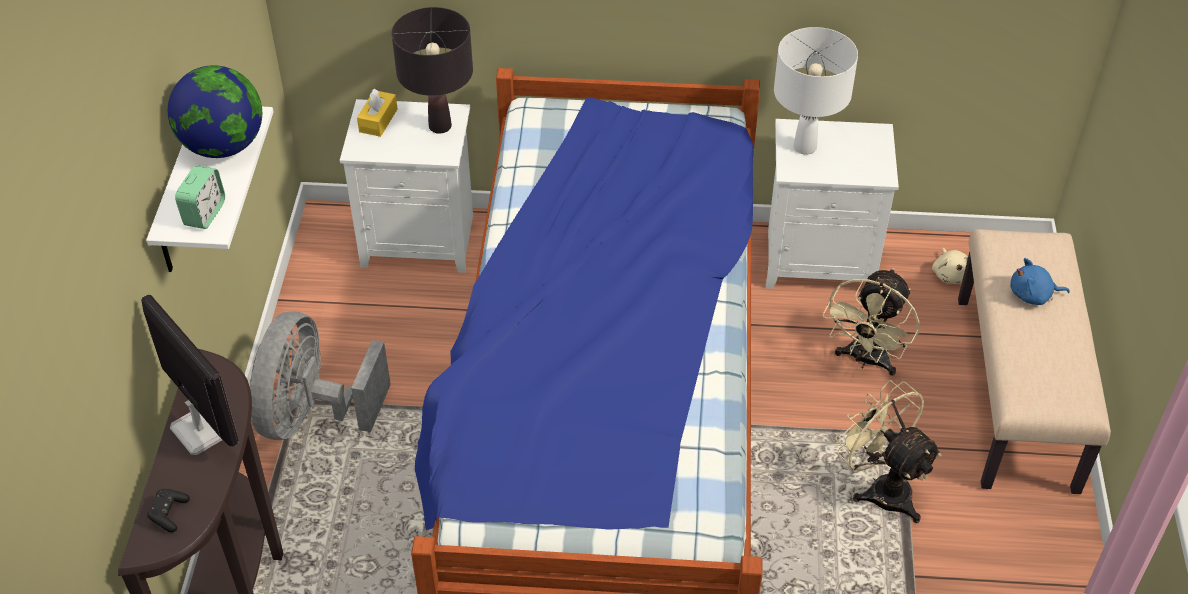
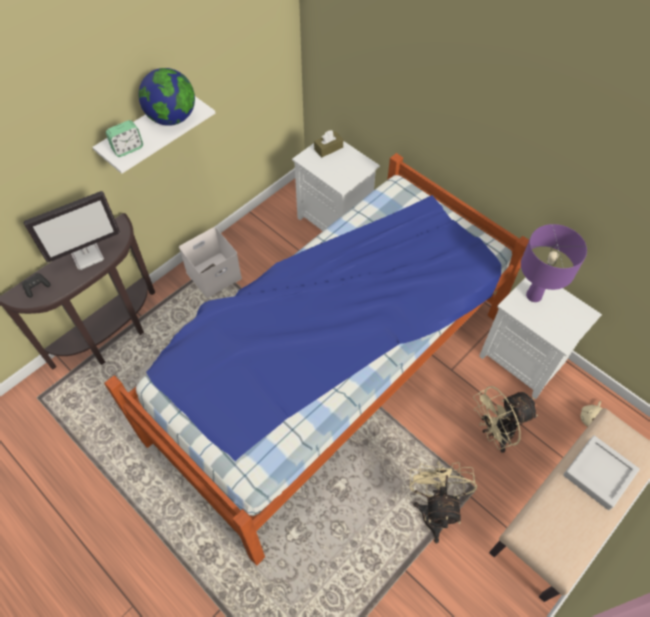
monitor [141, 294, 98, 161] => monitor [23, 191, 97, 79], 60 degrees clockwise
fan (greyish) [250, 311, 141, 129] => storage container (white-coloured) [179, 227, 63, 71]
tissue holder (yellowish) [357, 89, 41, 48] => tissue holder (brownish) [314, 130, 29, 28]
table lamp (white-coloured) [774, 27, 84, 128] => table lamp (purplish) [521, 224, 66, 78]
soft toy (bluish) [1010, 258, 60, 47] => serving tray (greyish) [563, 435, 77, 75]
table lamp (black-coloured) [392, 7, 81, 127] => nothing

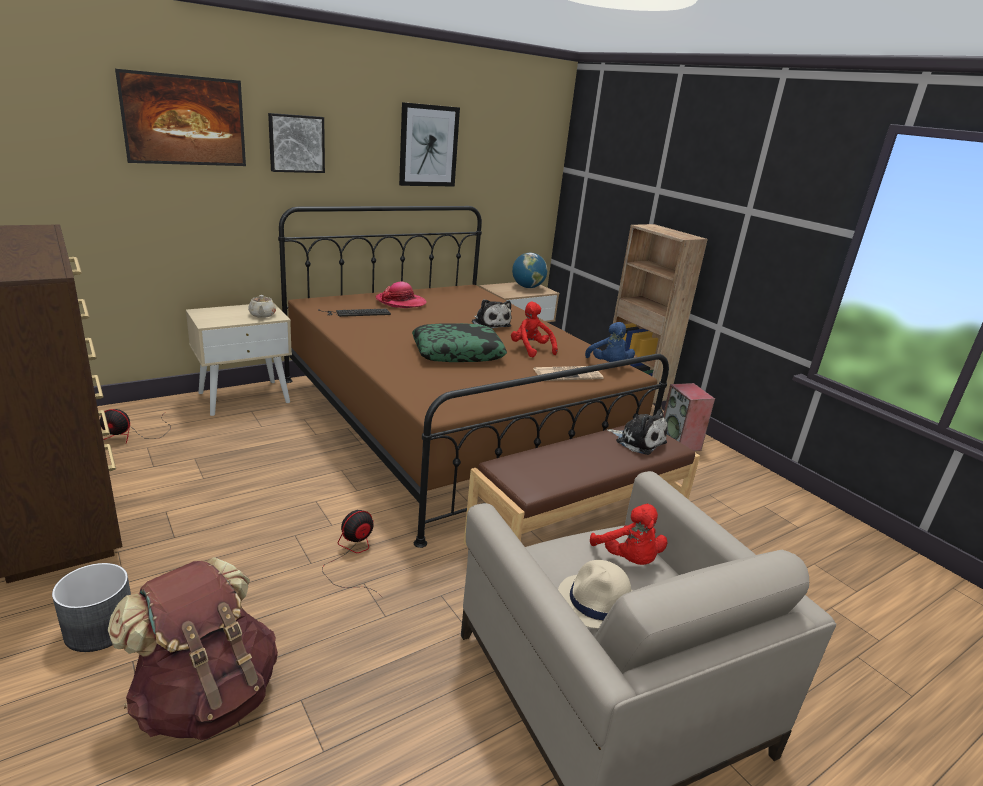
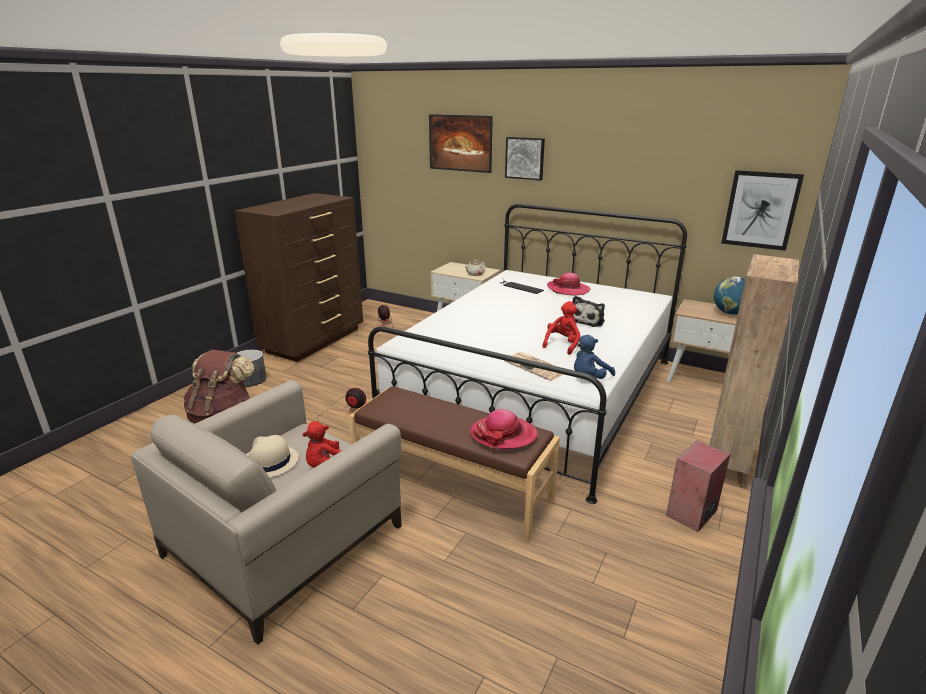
sleeping bed (brownish) [278, 206, 391, 342] => sleeping bed (white-coloured) [368, 204, 319, 300]
soft toy [607, 409, 60, 46] => wearable hat [470, 409, 68, 40]
picture [399, 102, 61, 85] => picture [721, 170, 83, 81], relocated
throw pillow [412, 323, 95, 39] => nothing

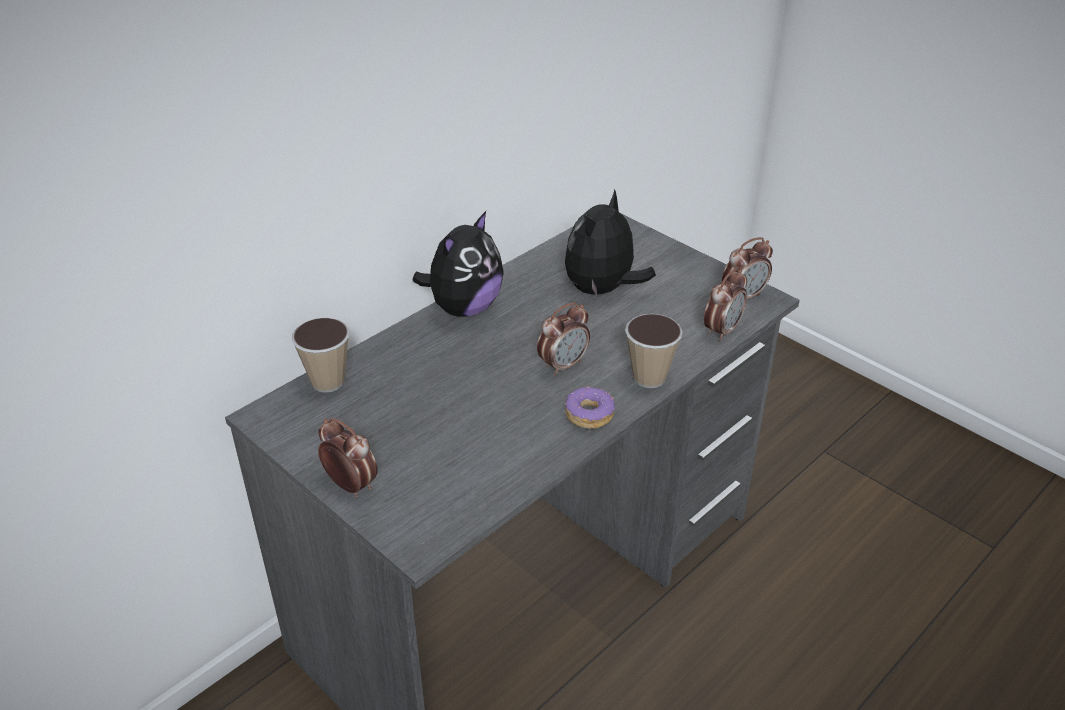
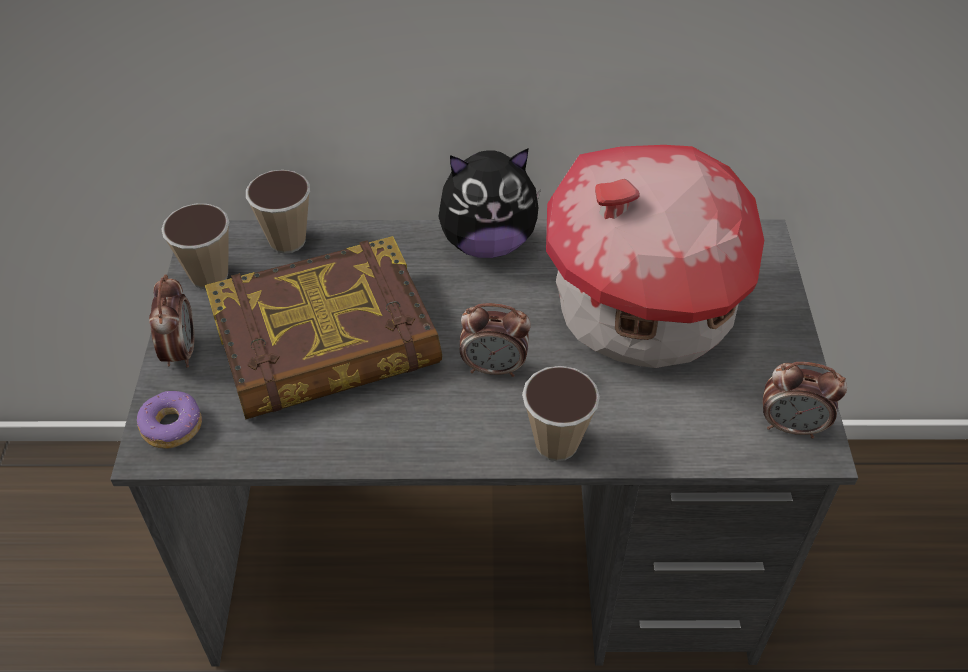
doughnut [565, 387, 50, 42] => doughnut [137, 391, 65, 58], relocated
nothing => cup [161, 204, 68, 85]
nothing => volume [205, 236, 237, 183]
soft toy [565, 189, 91, 109] => model house [546, 145, 218, 223]
table clock [704, 268, 43, 73] => nothing

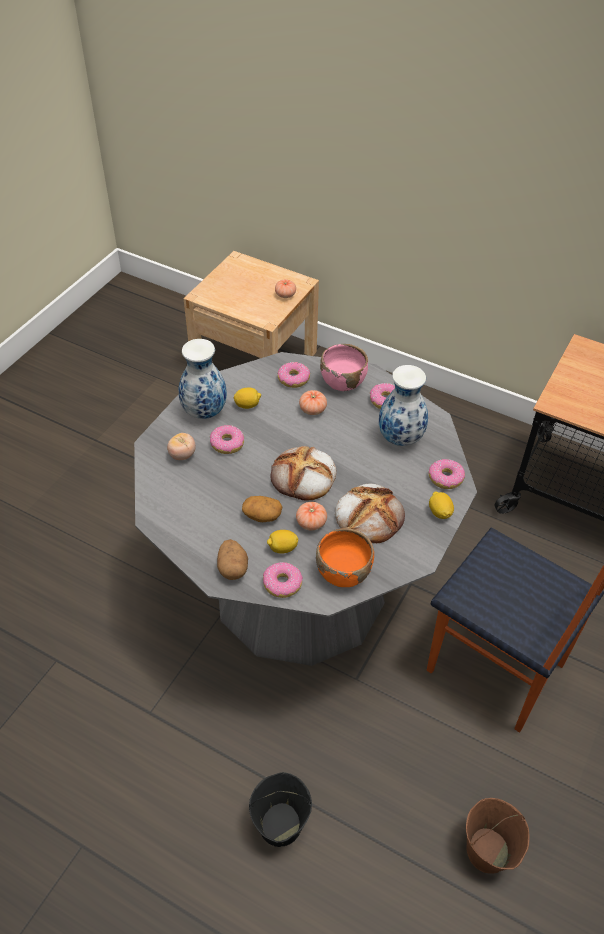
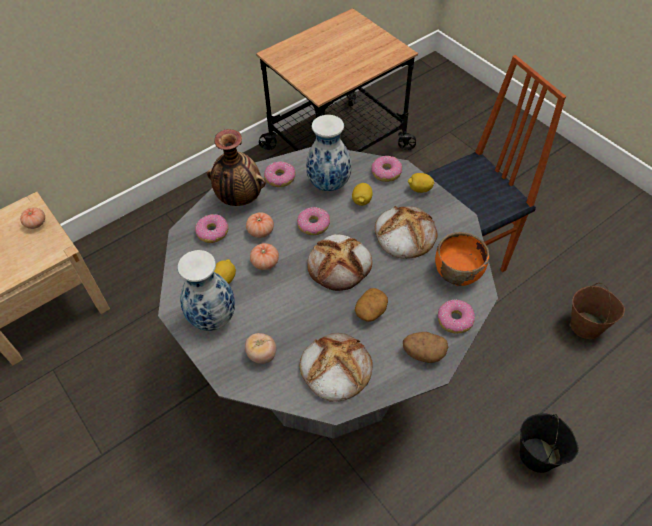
serving bowl (pink-coloured) [320, 344, 48, 47] => flower vase [207, 129, 59, 77]
tomato [296, 502, 31, 29] => tomato [250, 243, 29, 27], relocated
doughnut [210, 425, 34, 29] => doughnut [297, 207, 33, 28], relocated
nothing => bakery bread [300, 333, 73, 69]
lemon [267, 530, 32, 23] => lemon [352, 183, 21, 23], relocated

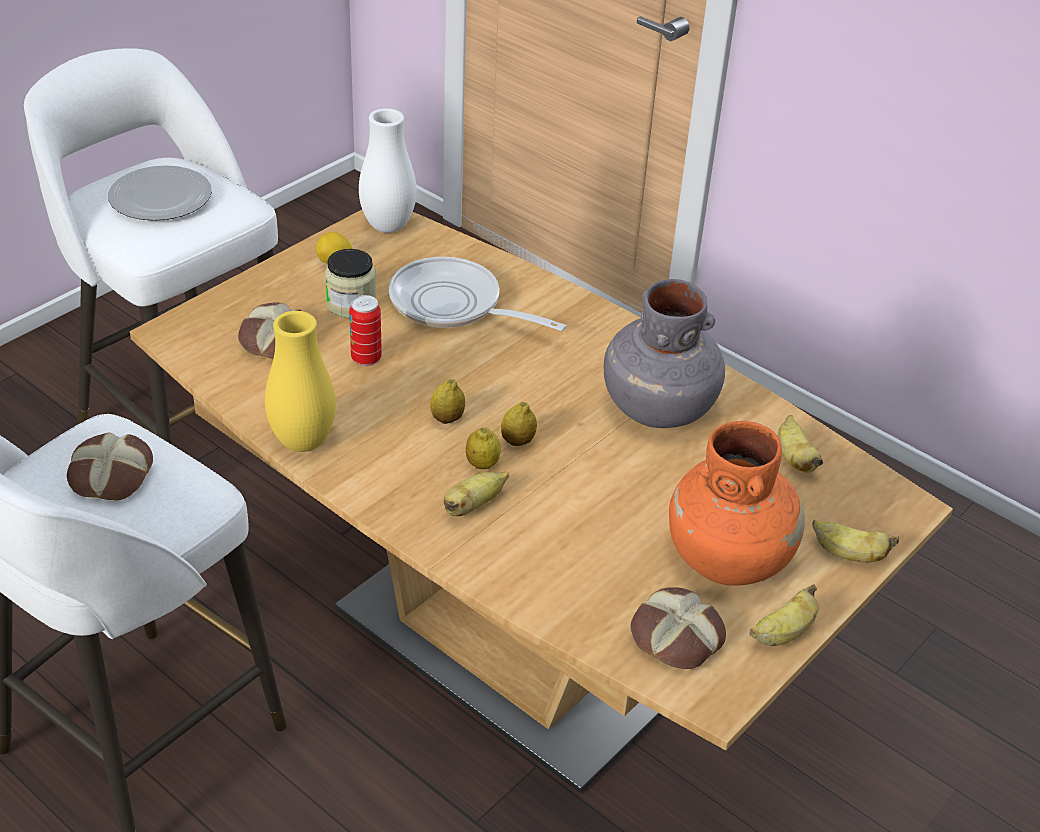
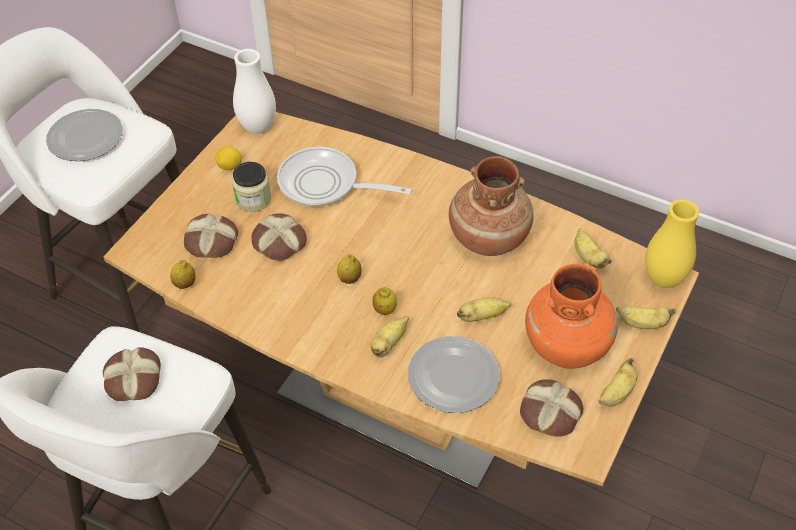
lemon [501, 402, 36, 44] => lemon [170, 260, 25, 29], relocated
sealed can [349, 295, 33, 71] => bakery bread [252, 213, 55, 48]
nothing => dinner plate [408, 336, 92, 77]
flower vase (greyish) [604, 279, 121, 149] => flower vase (brownish) [449, 156, 85, 100]
nothing => banana [457, 297, 54, 25]
flower vase (yellowish) [265, 311, 71, 141] => flower vase (yellowish) [645, 199, 54, 89], relocated

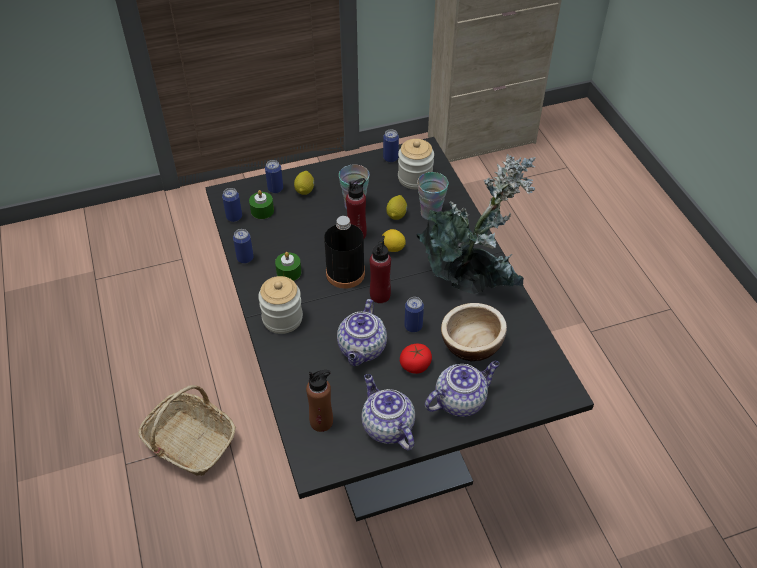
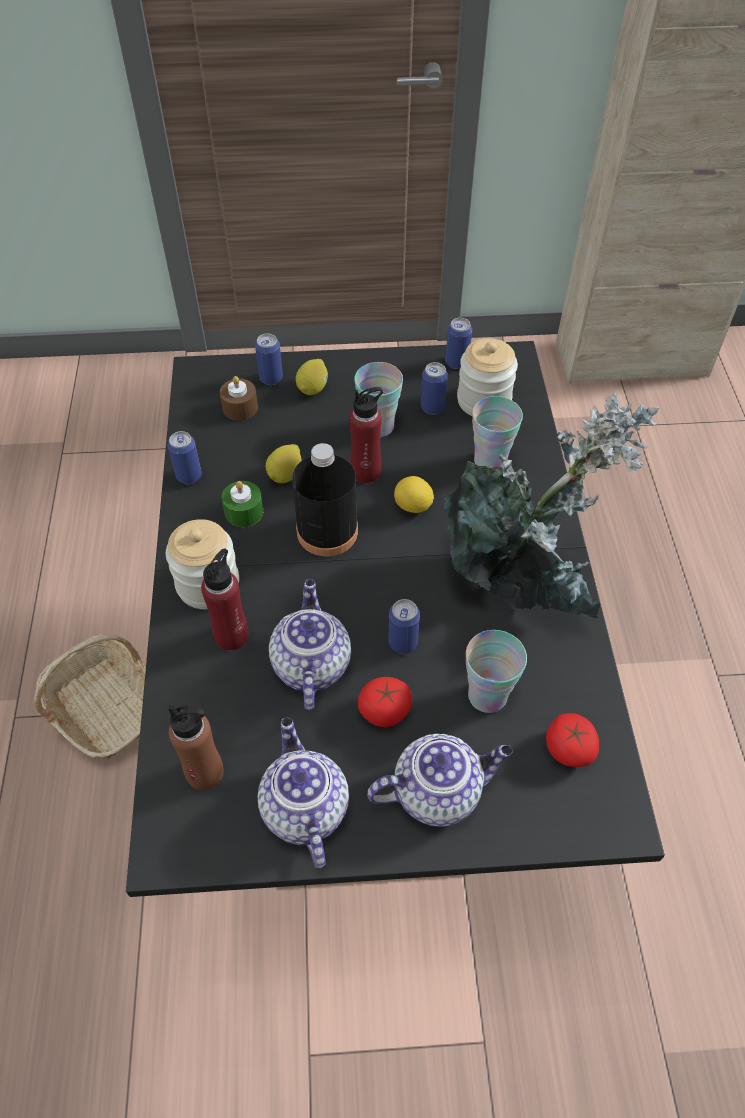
beverage bottle (red-coloured) [370, 236, 21, 67] => beverage bottle (red-coloured) [201, 548, 48, 103], relocated
candle (green-coloured) [249, 190, 25, 29] => candle (brownish) [220, 376, 38, 45]
lemon [386, 195, 21, 25] => lemon [266, 444, 36, 39], relocated
pot for tea [337, 299, 50, 67] => pot for tea [269, 579, 82, 131], 150 degrees clockwise
sealed can [222, 188, 20, 34] => sealed can [421, 362, 27, 53], relocated
serving bowl [441, 303, 66, 58] => cup [466, 630, 61, 83]
nothing => tomato [546, 713, 53, 54]

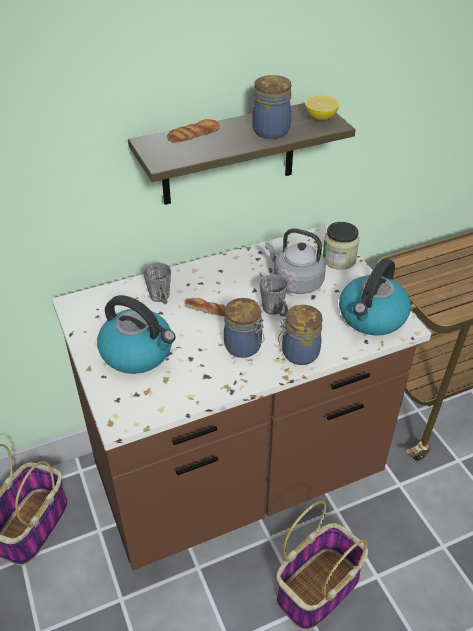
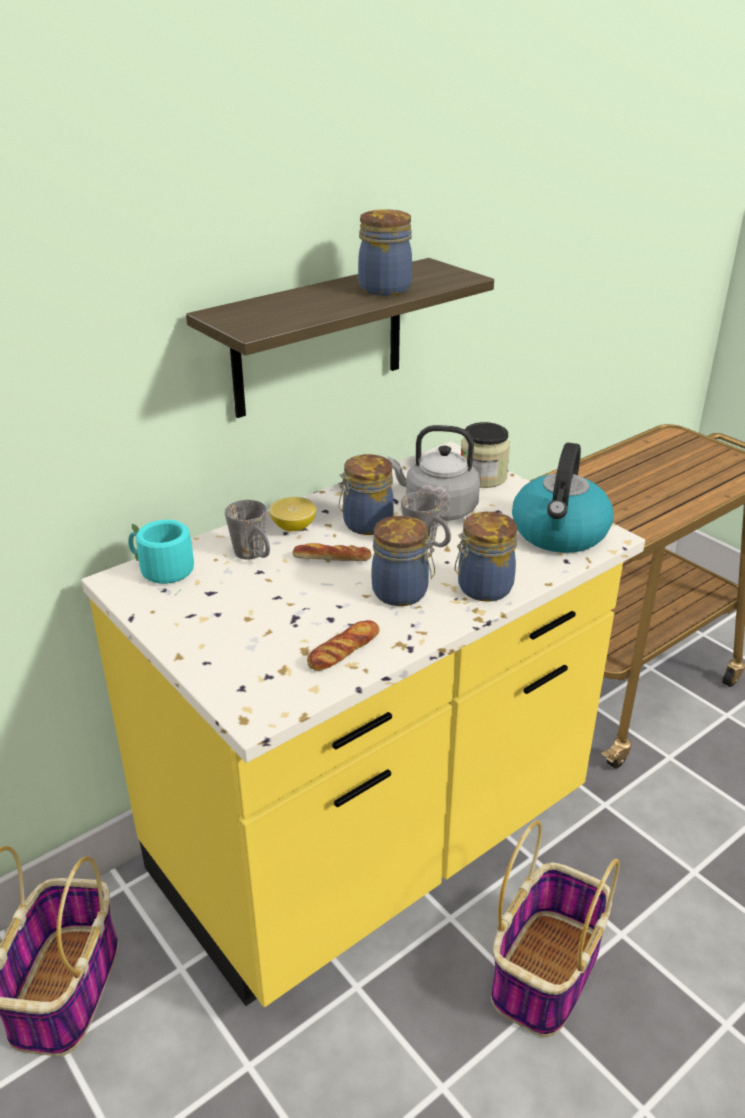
kitchen counter (brownish) [52, 224, 379, 346] => kitchen counter (yellowish) [81, 442, 564, 565]
nothing => mug (blue-green) [128, 520, 66, 72]
lemon [305, 96, 34, 25] => lemon [269, 497, 47, 34], relocated
bakery bread [167, 119, 53, 24] => bakery bread [307, 620, 73, 51], relocated
nothing => preserve jar [339, 454, 55, 81]
kettle [97, 295, 79, 79] => nothing

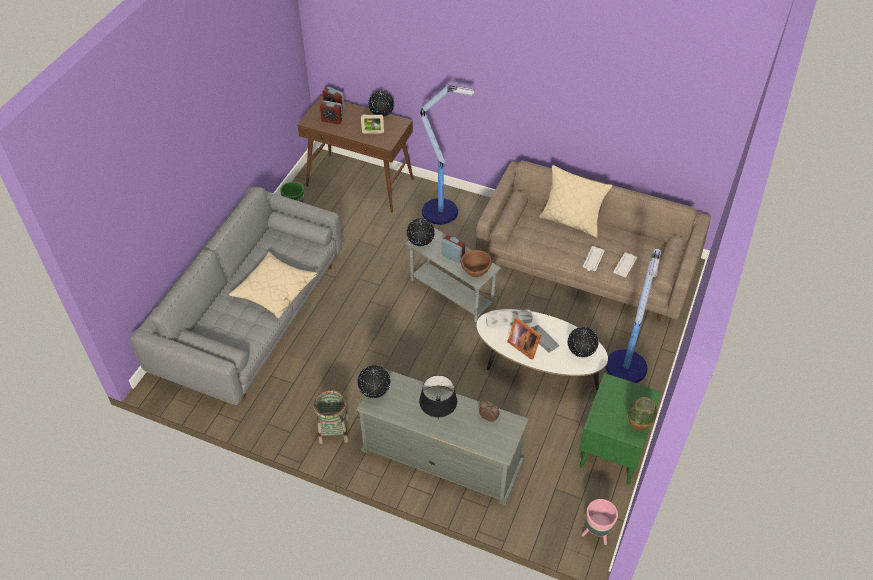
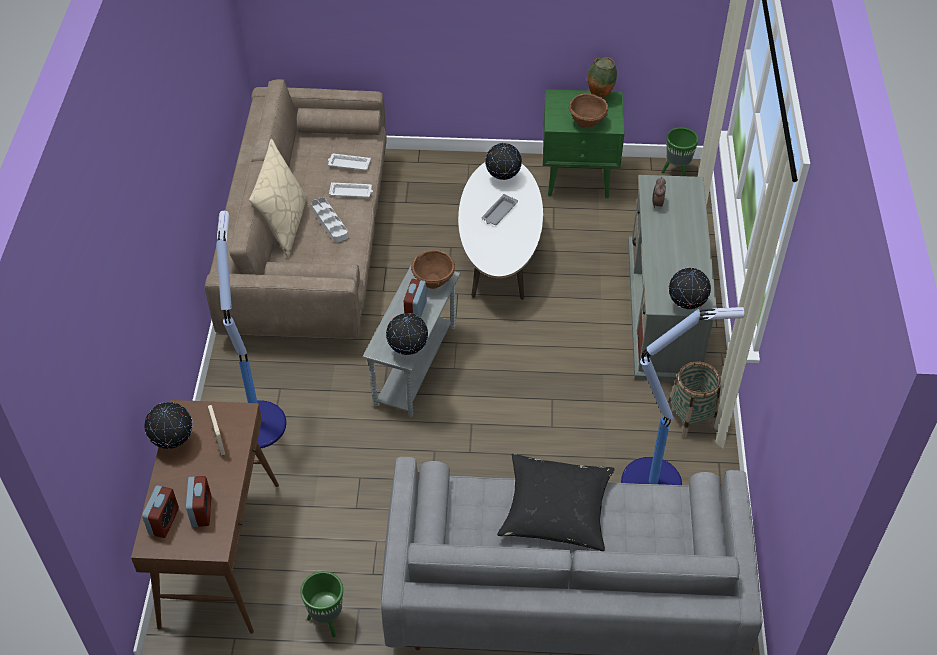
serving tray (greyish) [486, 309, 47, 19] => serving tray (greyish) [311, 197, 37, 46], relocated
throw pillow (sand-coloured) [229, 252, 89, 66] => throw pillow (black-coloured) [497, 454, 117, 97]
nothing => serving bowl (brownish) [569, 93, 39, 35]
standing lamp [605, 249, 56, 134] => standing lamp [621, 307, 123, 178], relocated
planter (pink-coloured) [582, 499, 36, 46] => planter (green-coloured) [661, 127, 37, 49]
table lamp (black-coloured) [419, 375, 38, 45] => nothing
picture frame [507, 317, 34, 43] => nothing

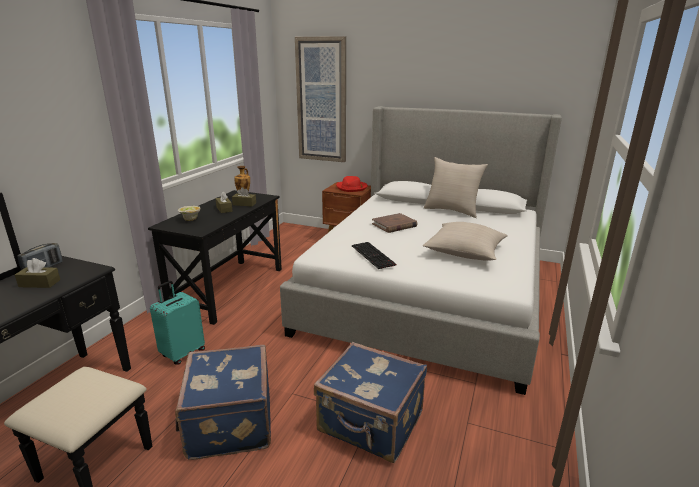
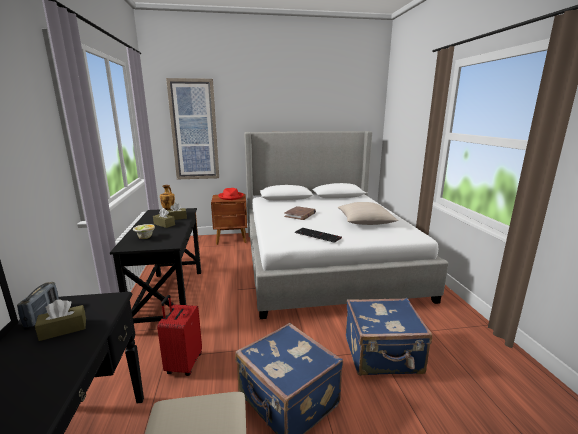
suitcase (blue-green) [150, 281, 55, 83] => suitcase (red-coloured) [157, 295, 45, 81]
throw pillow (sand-coloured) [424, 157, 64, 61] => nothing

